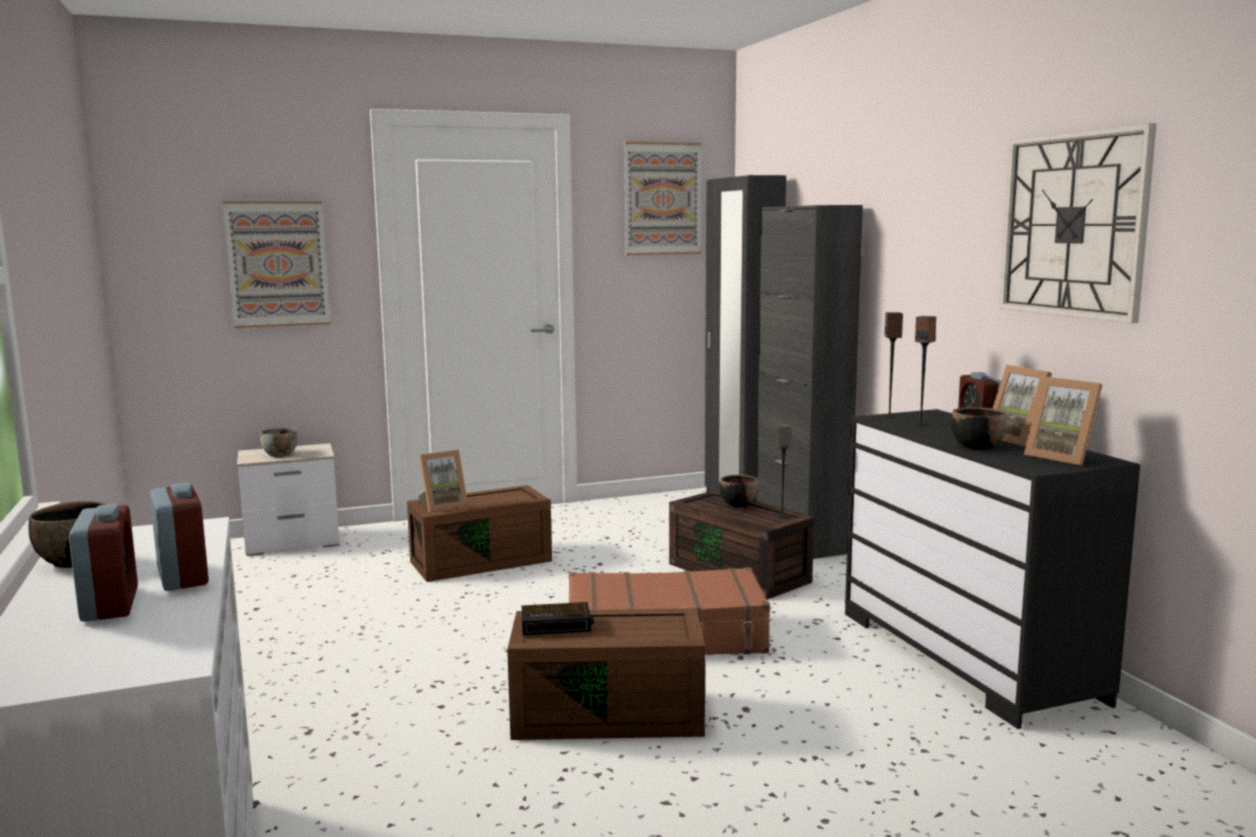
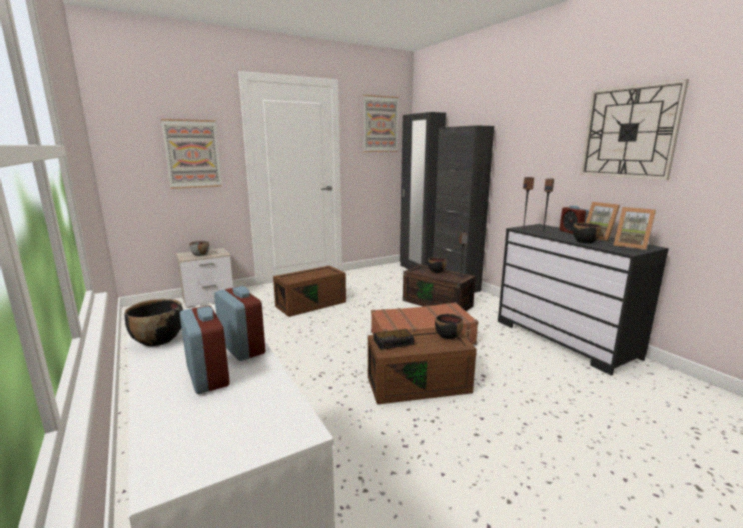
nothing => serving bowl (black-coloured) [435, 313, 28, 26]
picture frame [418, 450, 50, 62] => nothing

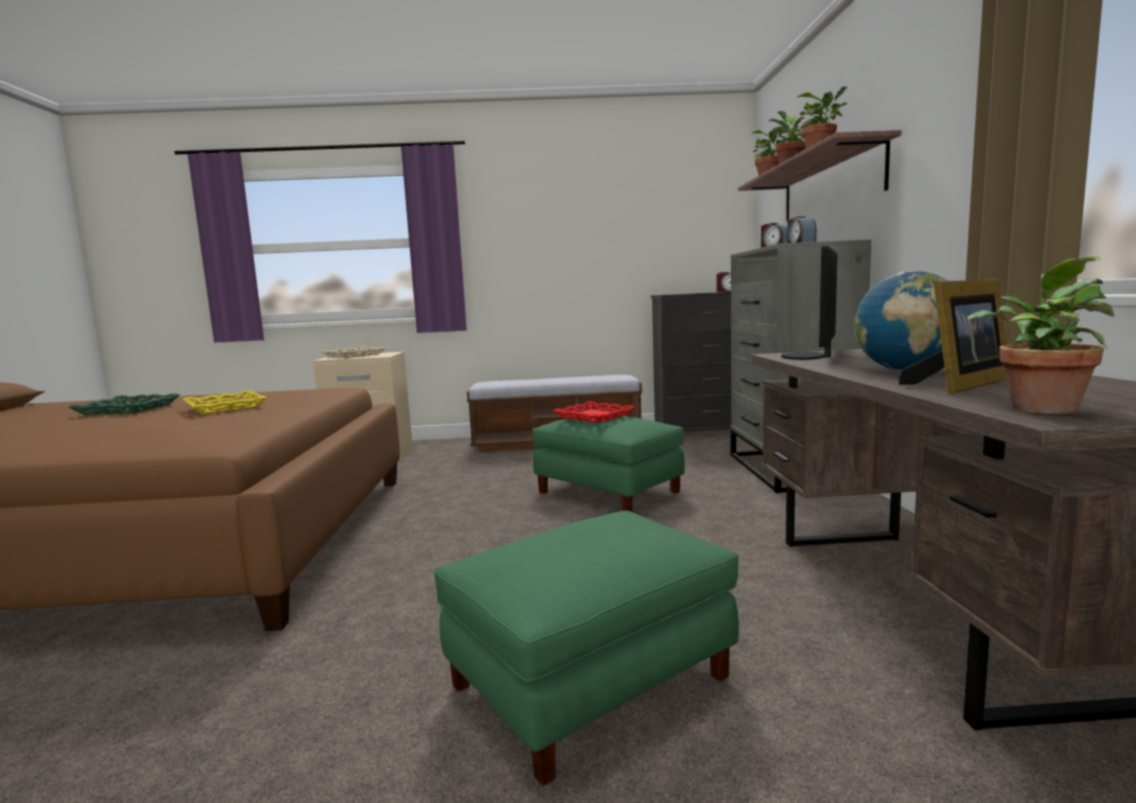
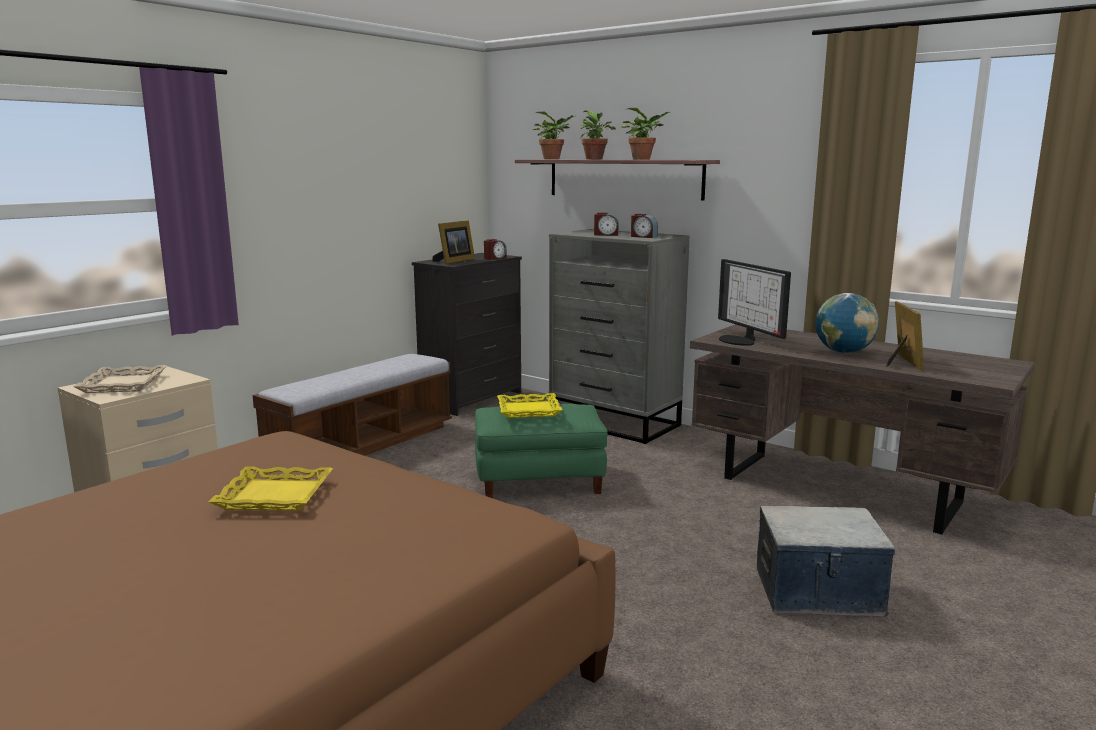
nothing => picture frame [432, 220, 43, 44]
serving tray (red-coloured) [553, 401, 82, 22] => serving tray (yellowish) [497, 393, 66, 25]
ottoman (green-coloured) [433, 510, 306, 276] => storage container [757, 506, 138, 110]
serving tray (green-coloured) [68, 393, 112, 22] => nothing
plant in a pot [967, 256, 148, 158] => nothing

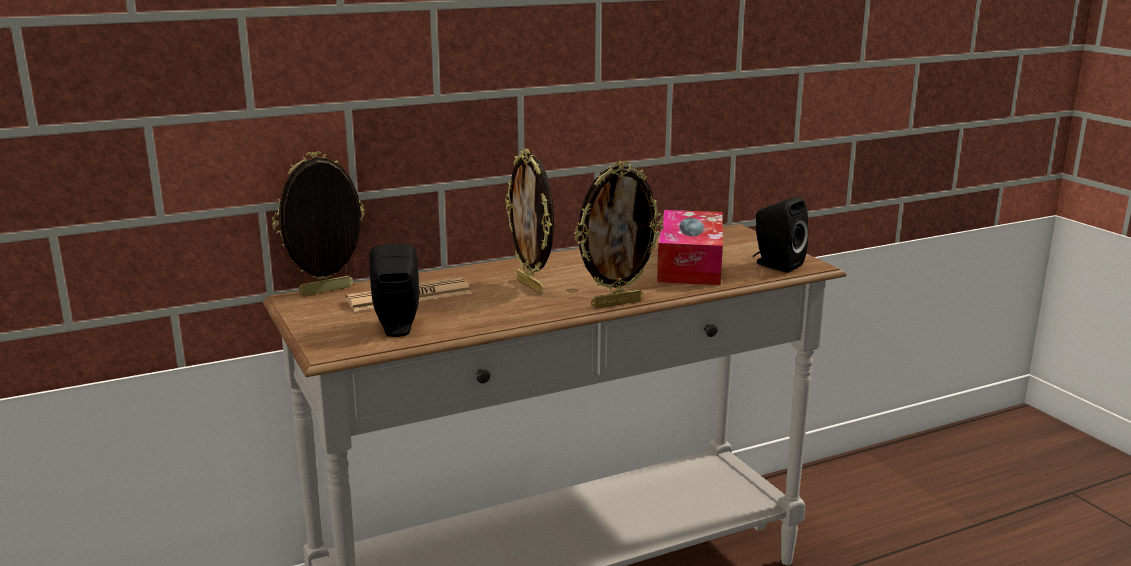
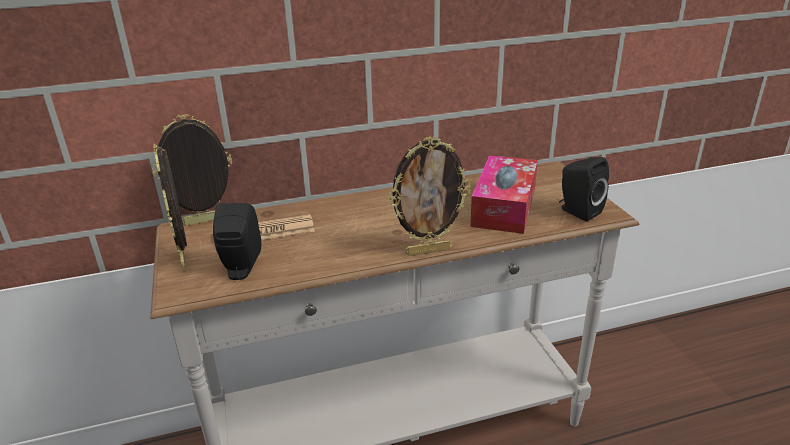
picture frame [505, 148, 49, 146] => picture frame [153, 143, 34, 128], relocated

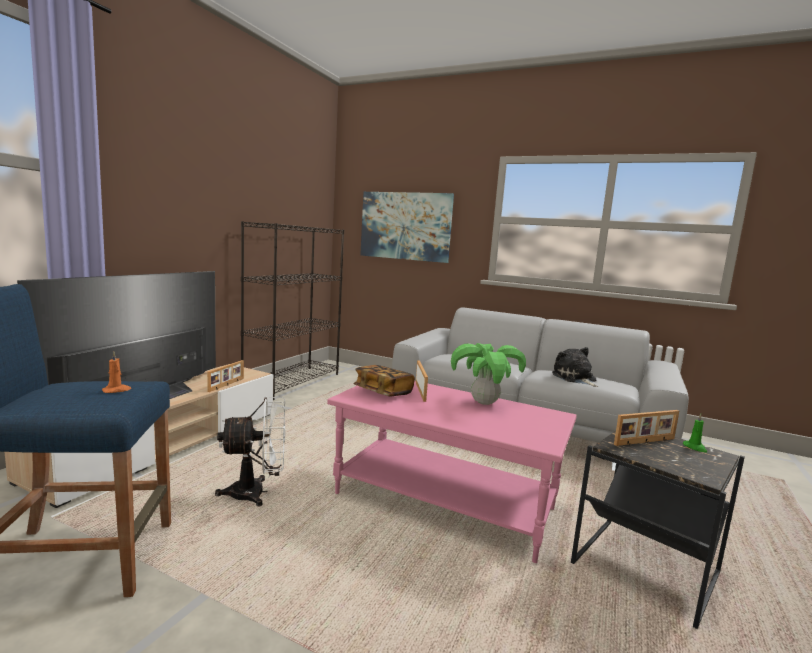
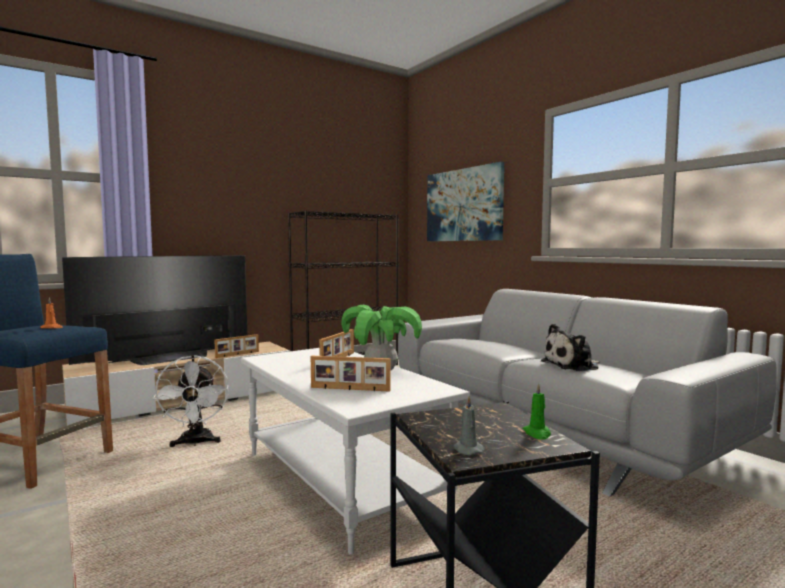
fan (white-coloured) [215, 397, 70, 110] => fan (white-coloured) [153, 355, 76, 92], 60 degrees clockwise
coffee table (pink-coloured) [327, 381, 250, 182] => coffee table (white-coloured) [241, 348, 229, 207]
picture frame [614, 410, 65, 36] => picture frame [311, 356, 79, 36], relocated
nothing => candle (greyish) [453, 396, 31, 59]
soft toy [552, 347, 46, 40] => soft toy [541, 324, 59, 47], 120 degrees counterclockwise
volume [354, 365, 61, 31] => nothing

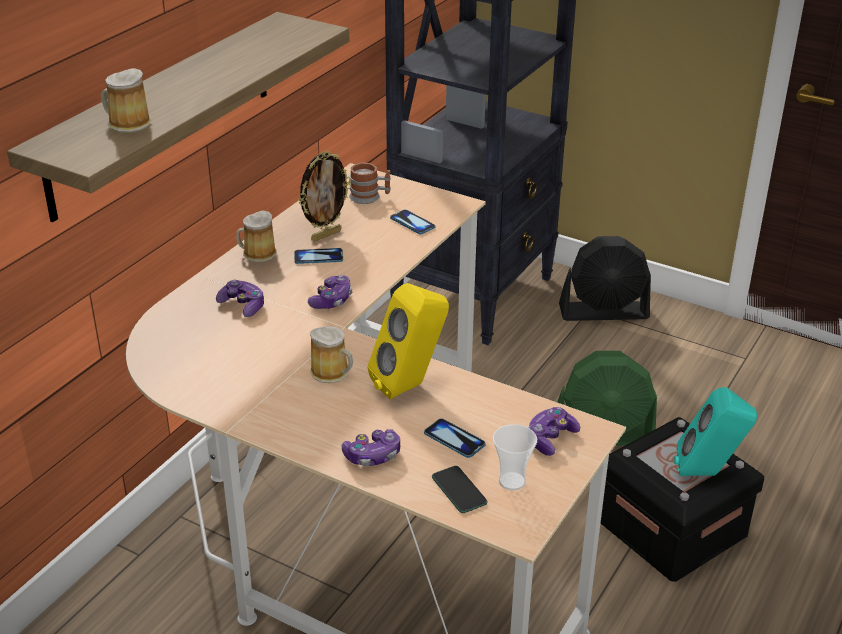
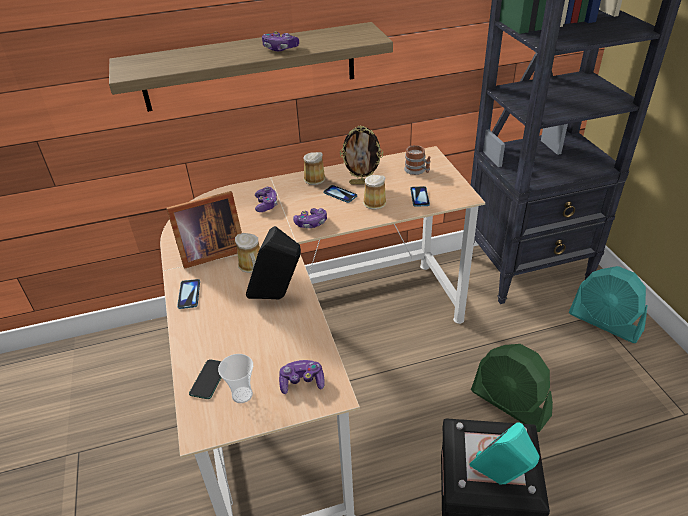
nothing => picture frame [166, 191, 76, 78]
handset [424, 418, 61, 40] => handset [177, 279, 23, 30], relocated
audio speaker (yellowish) [368, 283, 81, 116] => audio speaker (black-coloured) [246, 226, 55, 74]
game controller [342, 429, 58, 37] => game controller [262, 31, 37, 20], relocated
mug [101, 68, 50, 65] => mug [363, 175, 24, 35], relocated
fan (black-coloured) [559, 236, 92, 85] => fan (blue-green) [569, 266, 78, 77]

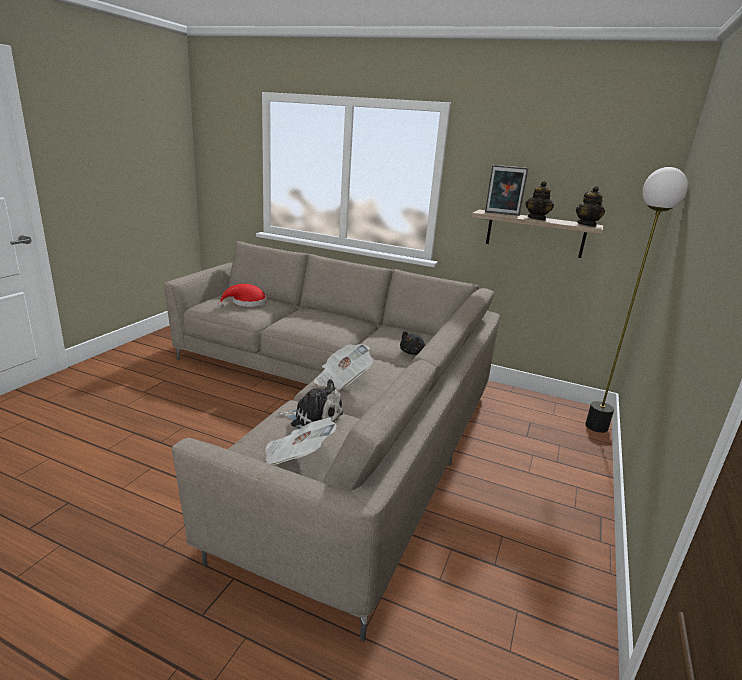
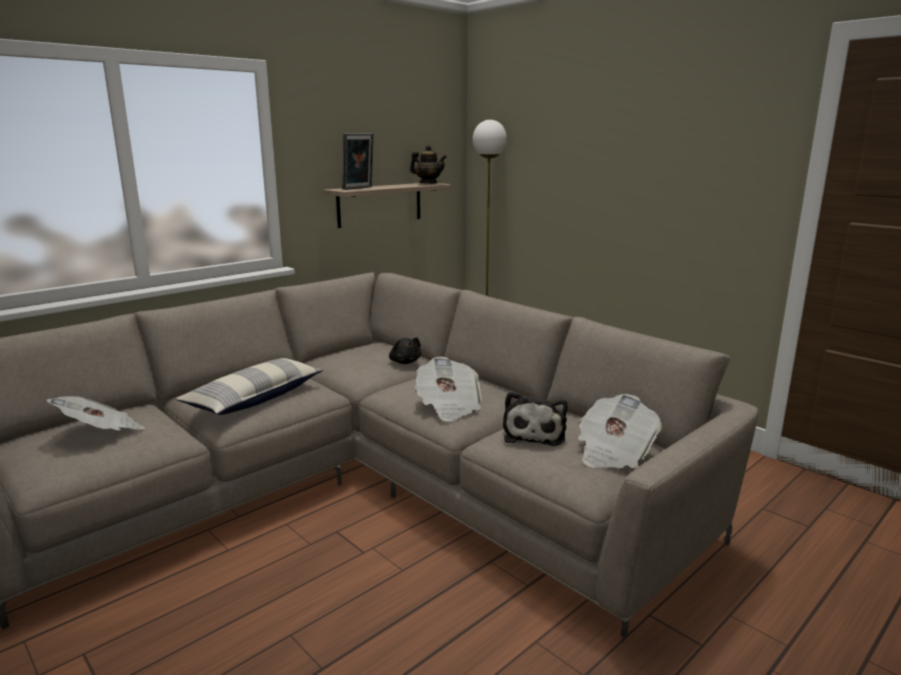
wearable hat (red-coloured) [218, 284, 48, 23] => newspaper [46, 396, 99, 34]
nothing => throw pillow [176, 358, 147, 57]
soft toy [278, 379, 65, 50] => soft toy [503, 391, 65, 55], 150 degrees clockwise
pot for tea [525, 181, 29, 39] => nothing

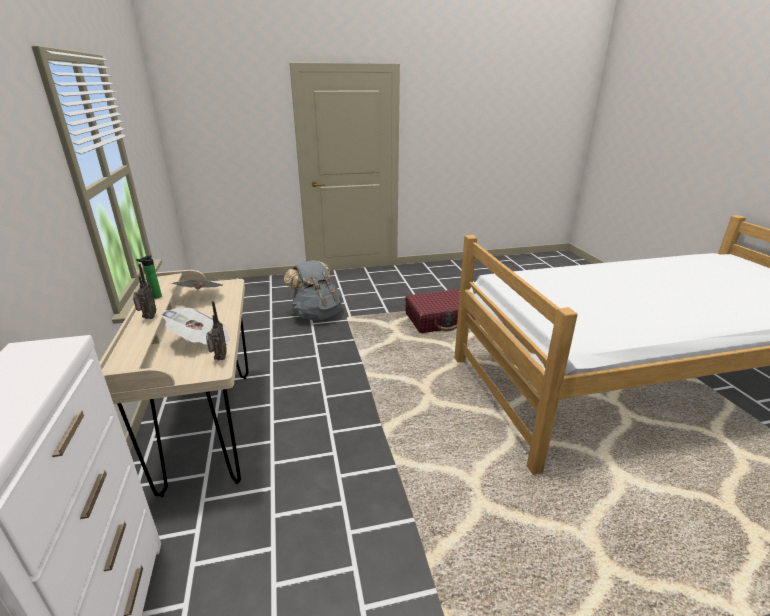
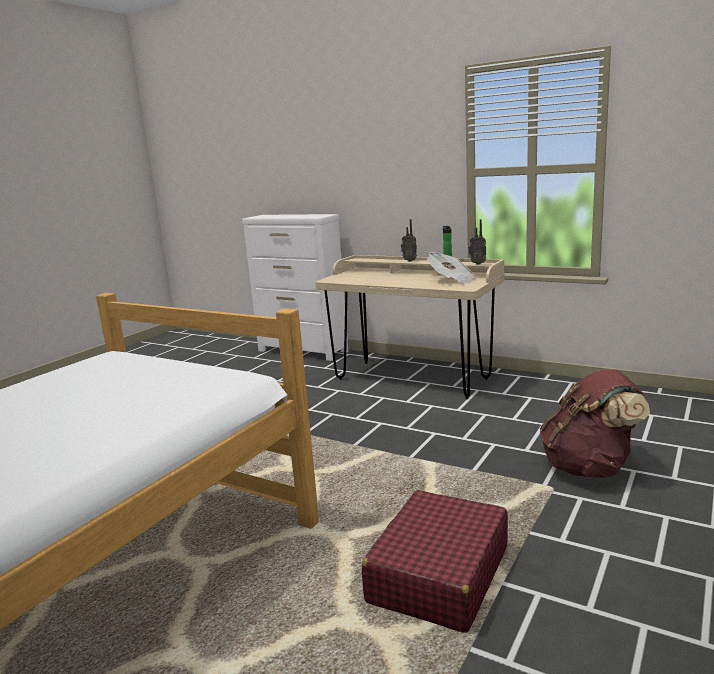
radio receiver [206, 301, 21, 59] => radio receiver [468, 219, 18, 46], relocated
knapsack (greyish) [284, 260, 58, 60] => knapsack (brownish) [540, 369, 110, 109]
newspaper [160, 307, 71, 38] => nothing

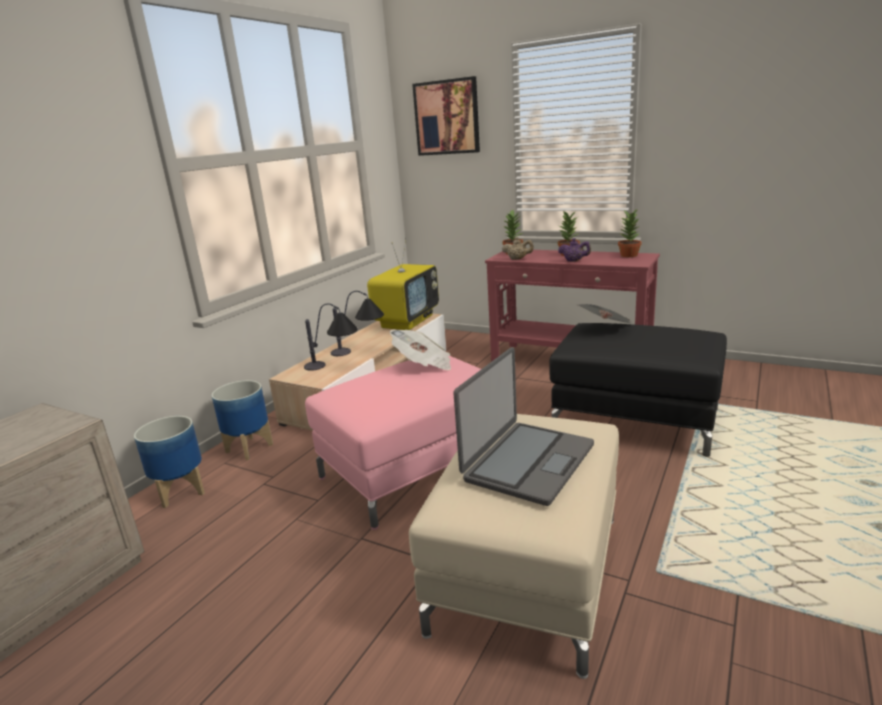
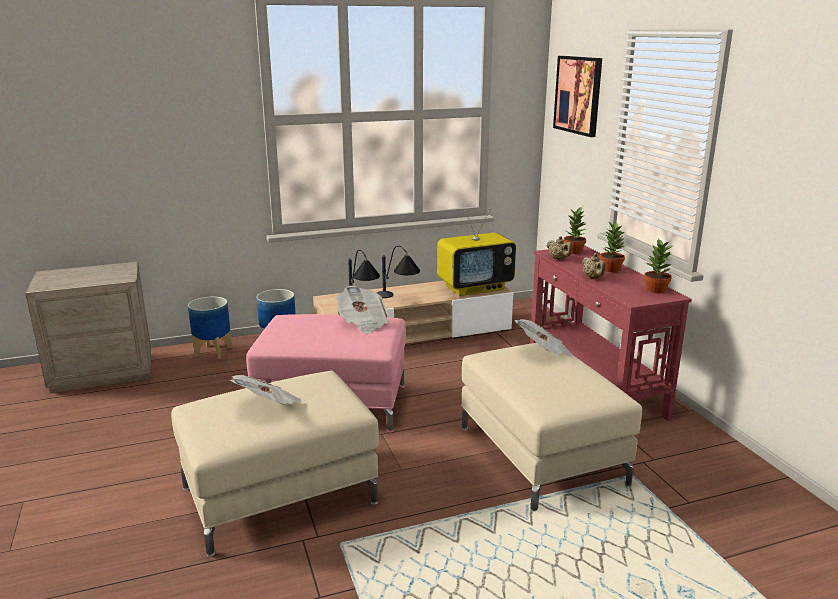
portable computer [453, 347, 141, 159] => newspaper [230, 375, 76, 30]
ottoman (black-coloured) [549, 323, 178, 134] => ottoman (sand-coloured) [461, 343, 181, 168]
pot for tea (purplish) [558, 238, 33, 24] => pot for tea (sand-coloured) [582, 253, 23, 26]

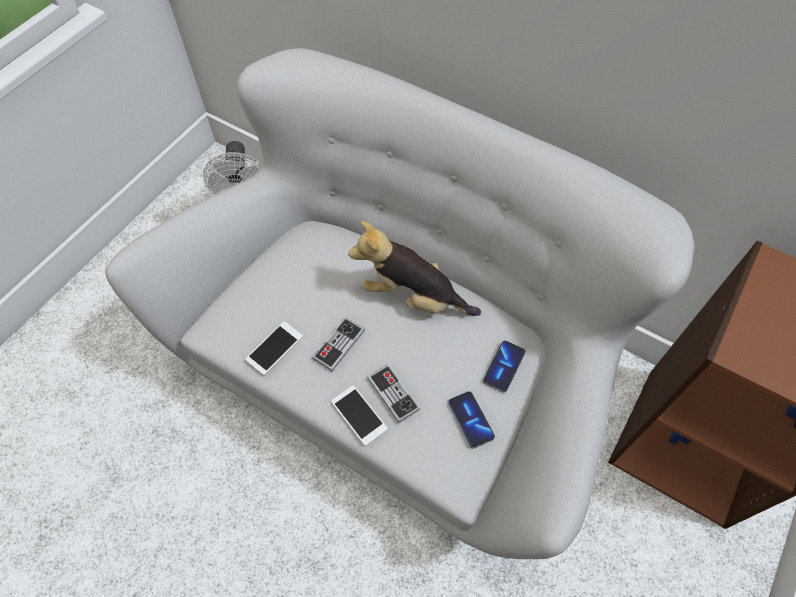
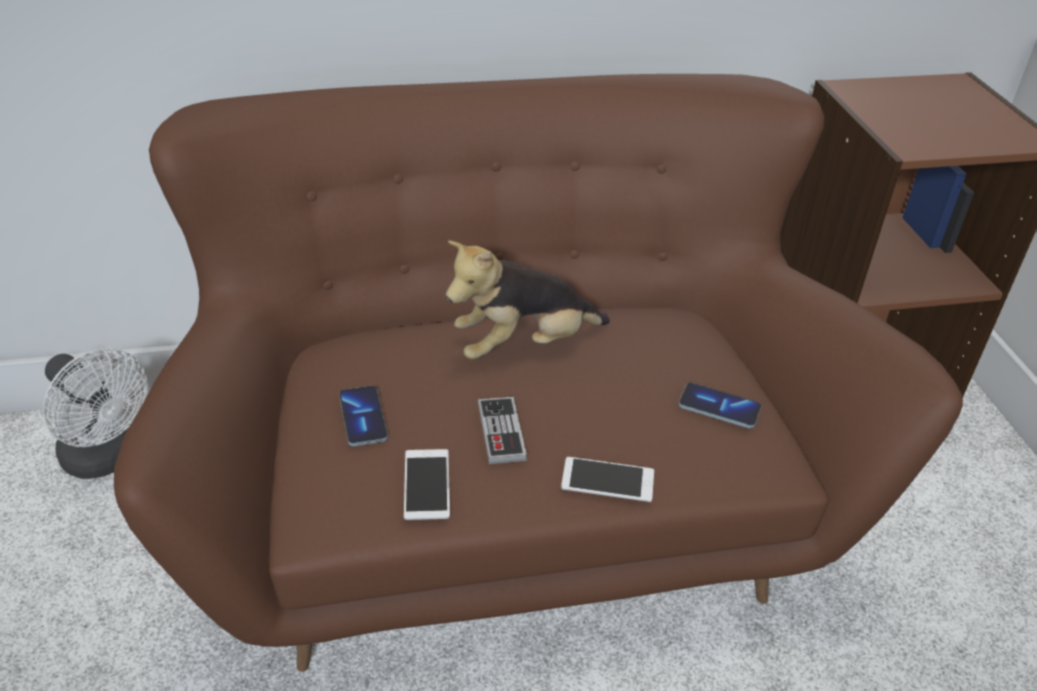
couch (white-coloured) [105, 48, 590, 511] => couch (brownish) [114, 74, 849, 598]
handset [483, 341, 43, 52] => handset [339, 386, 49, 60], relocated
game controller [367, 365, 53, 58] => nothing

